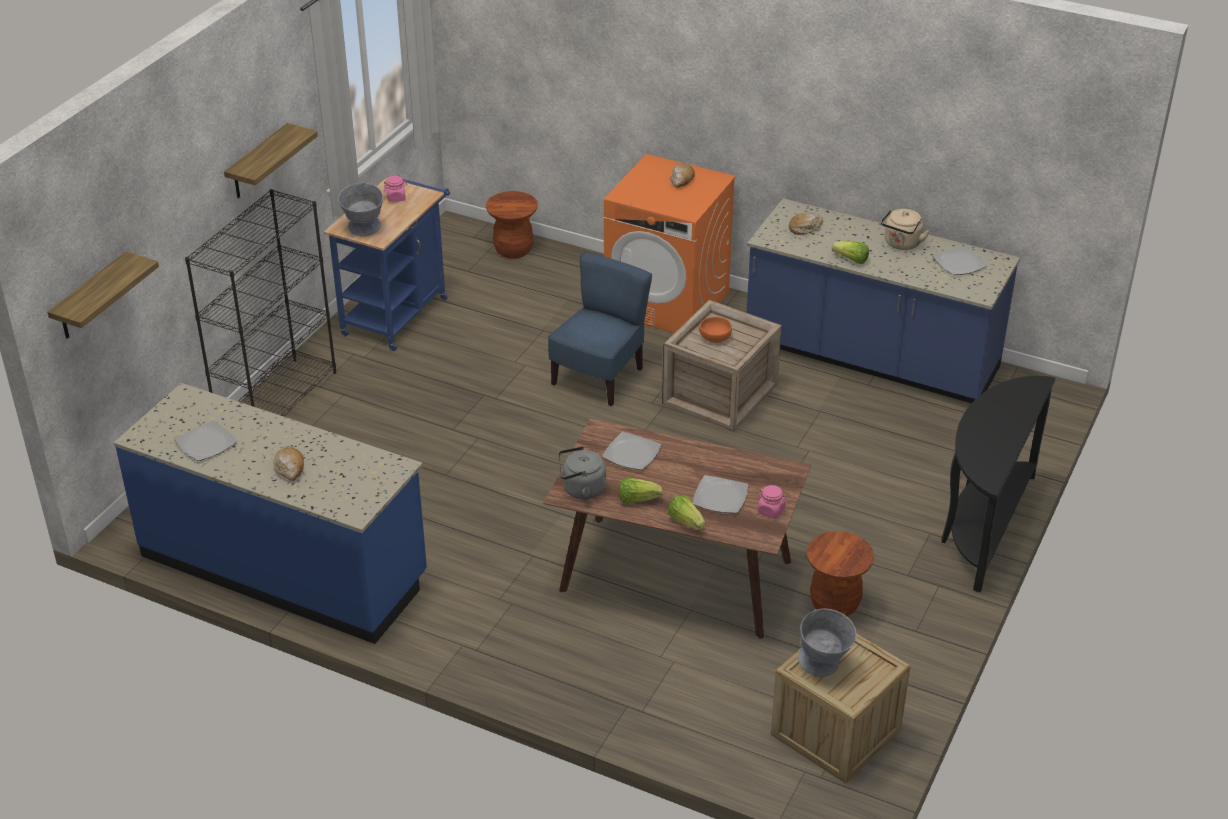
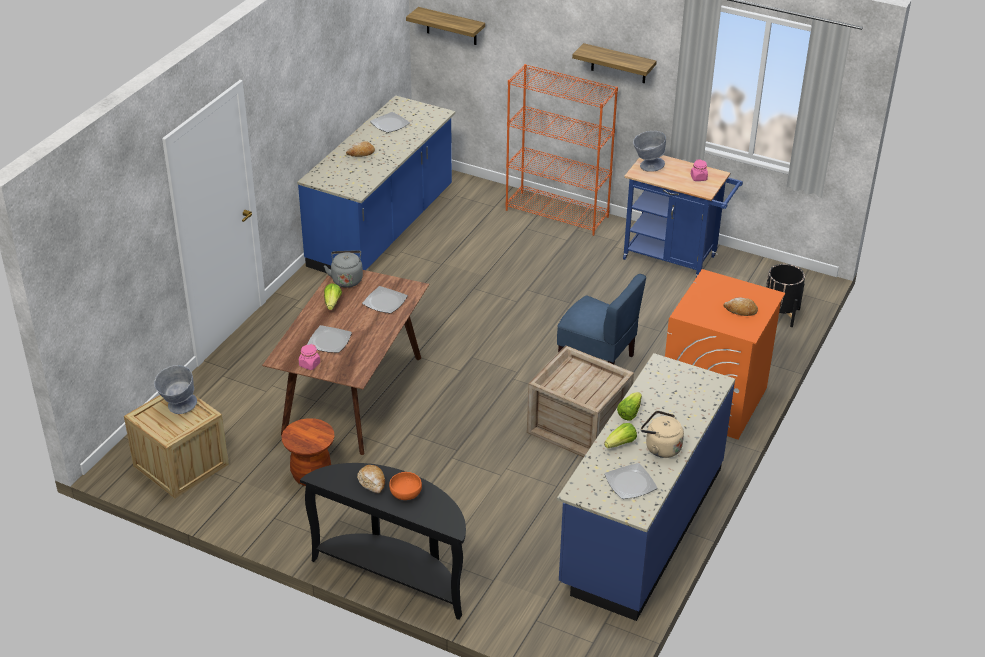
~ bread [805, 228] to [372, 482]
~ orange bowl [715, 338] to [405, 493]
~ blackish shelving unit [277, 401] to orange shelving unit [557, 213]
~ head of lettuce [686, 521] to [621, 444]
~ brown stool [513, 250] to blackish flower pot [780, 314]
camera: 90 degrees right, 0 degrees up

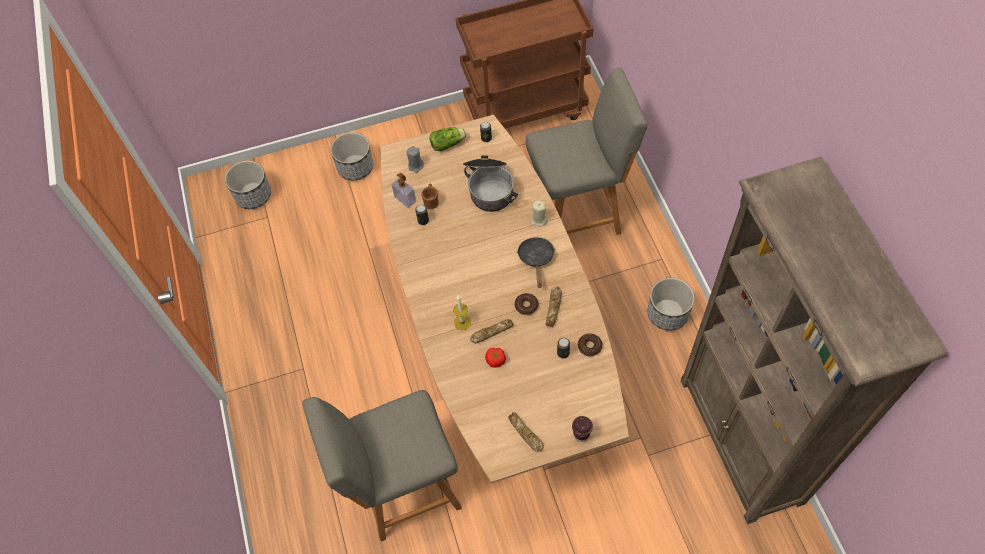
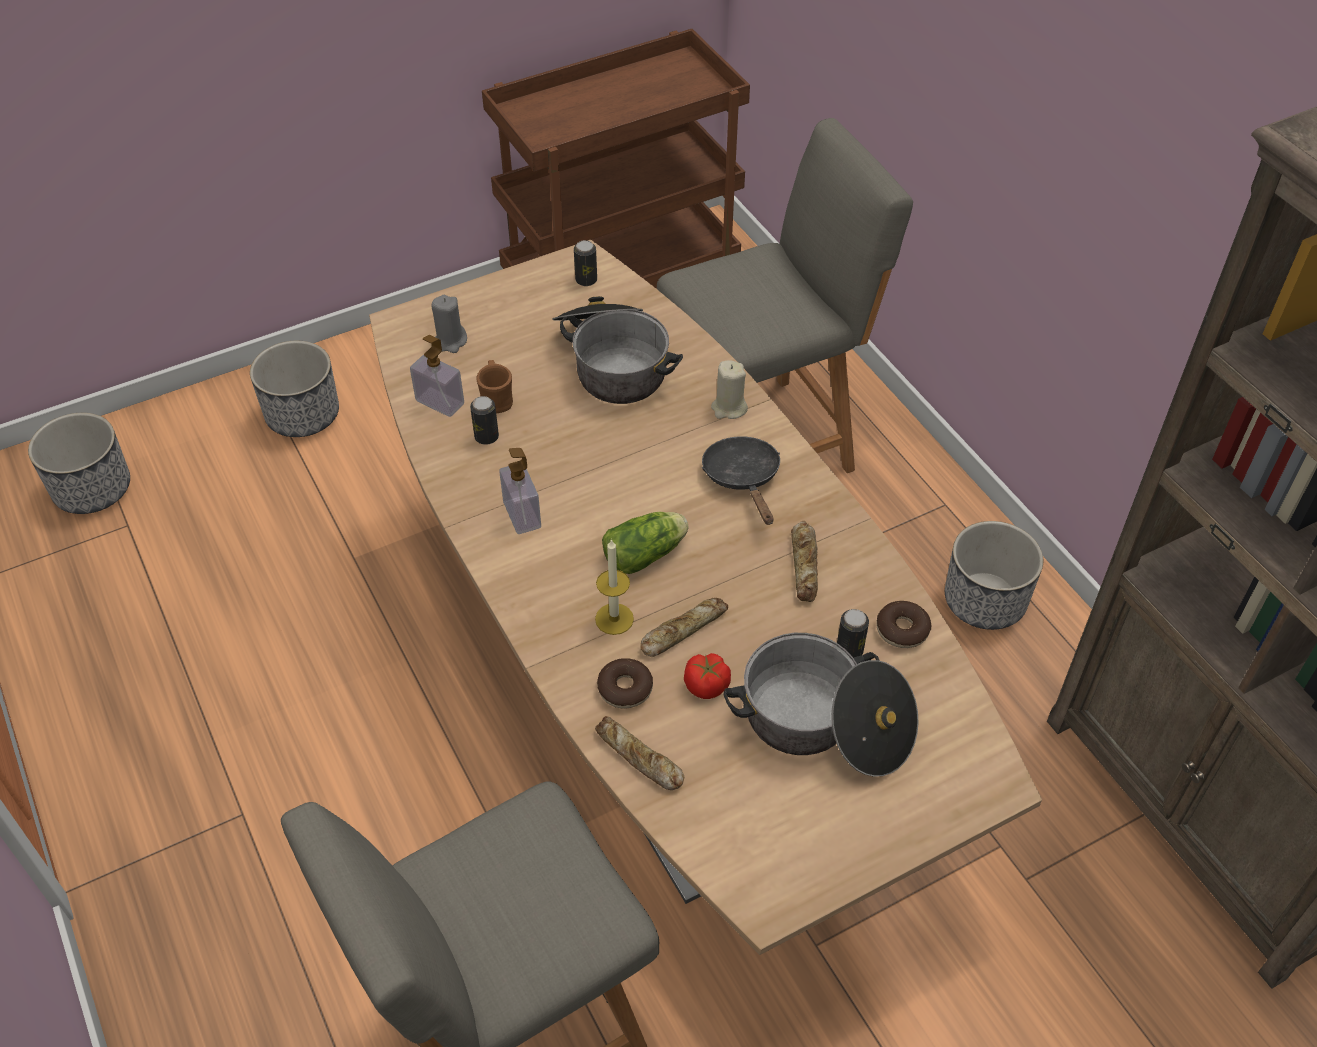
+ liquid soap bottle [522, 515]
~ bread [525, 434] to [639, 759]
~ ring doughnut [526, 306] to [625, 688]
~ head of lettuce [449, 144] to [647, 554]
+ stockpot [824, 724]
- brown small cup [581, 435]
camera: 15 degrees left, 10 degrees down

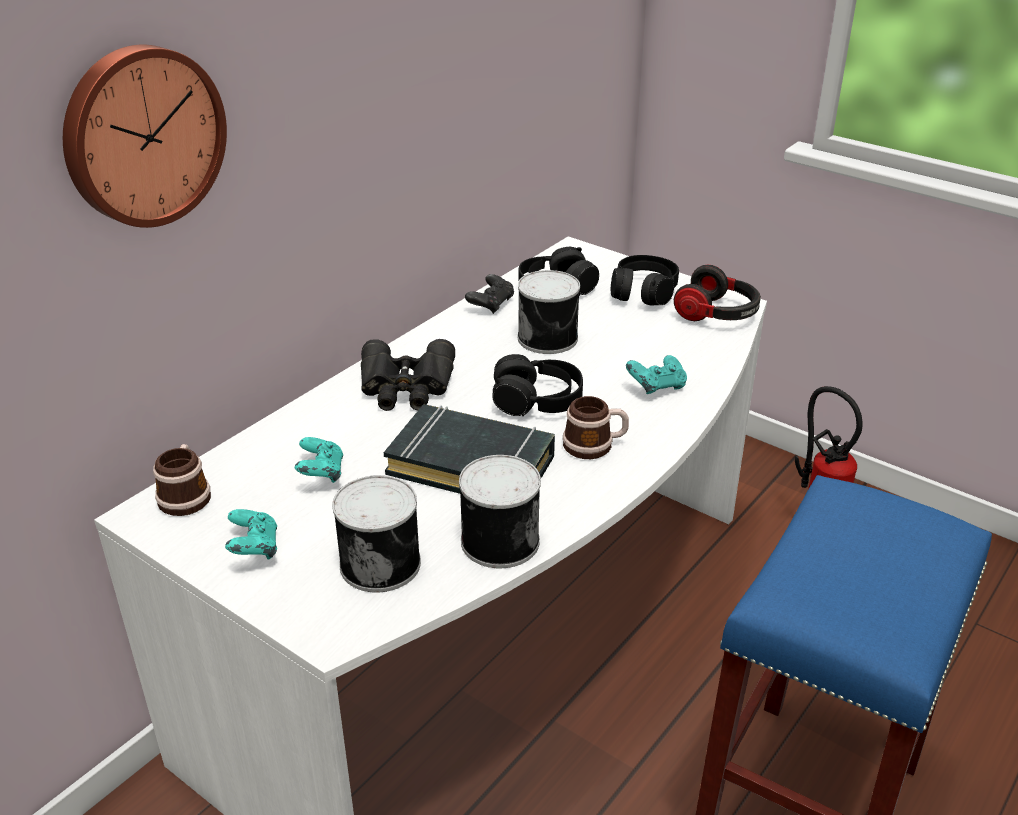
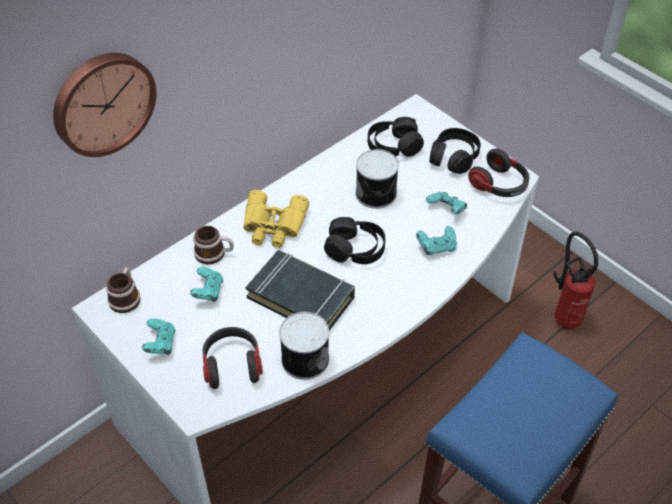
~ coffee mug [595, 445] to [214, 254]
~ sealed can [381, 562] to headphones [232, 364]
~ blackish pair of binoculars [406, 387] to yellowish pair of binoculars [273, 226]
+ blue-green game controller [446, 210]
- blackish game controller [491, 304]
camera: 10 degrees right, 15 degrees up

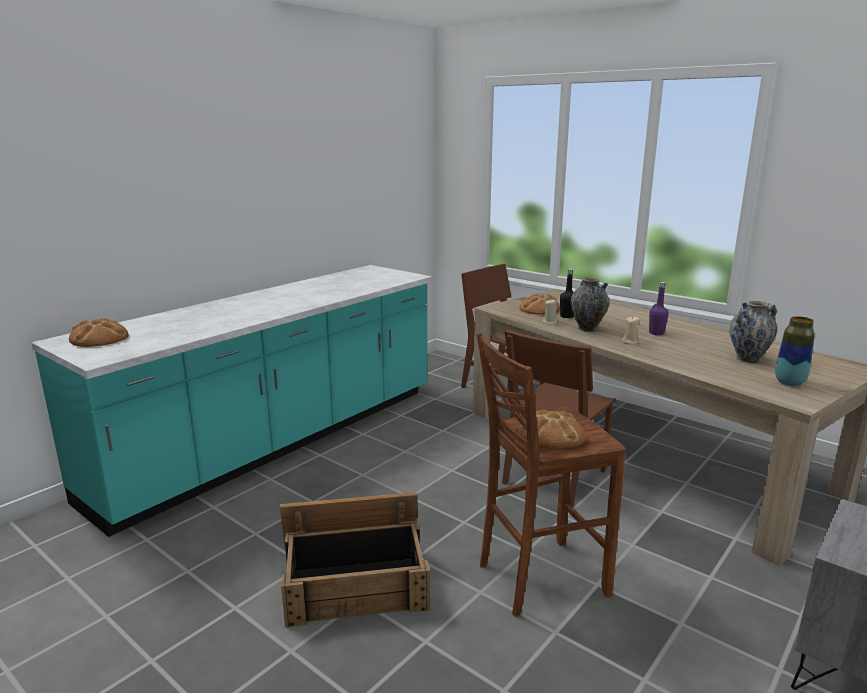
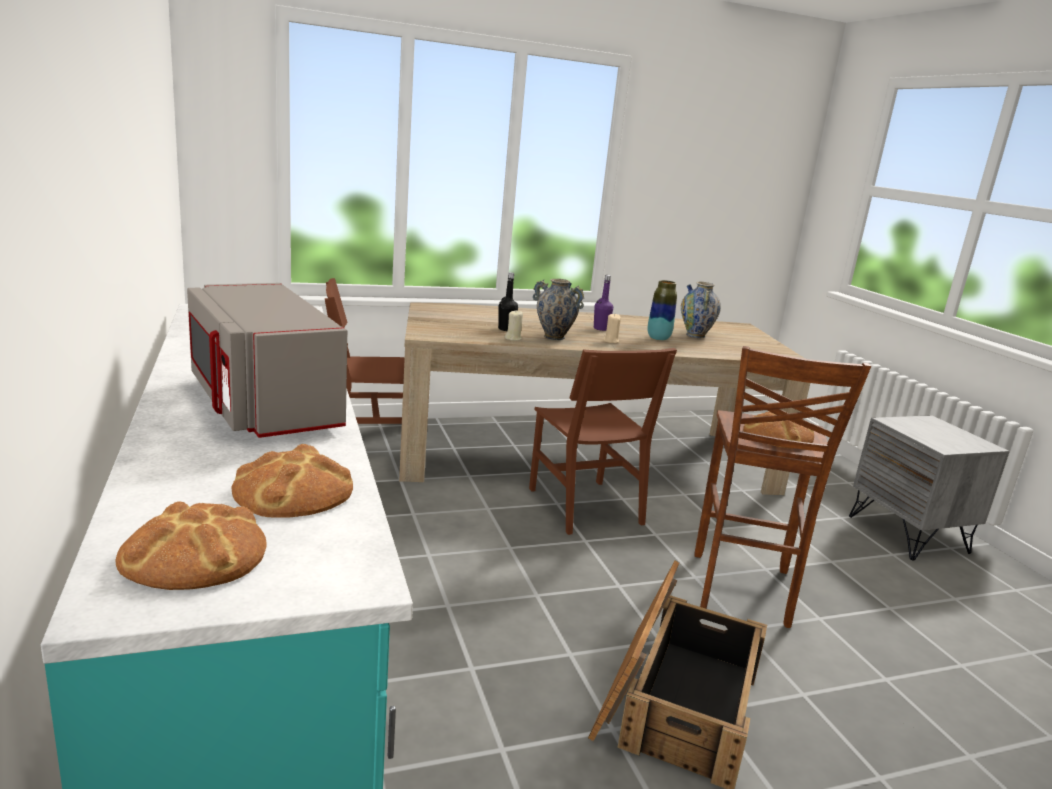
+ gray microwave oven [261, 404]
~ bread [540, 309] to [294, 490]
~ decorative vase [789, 383] to [658, 338]
camera: 60 degrees left, 0 degrees up

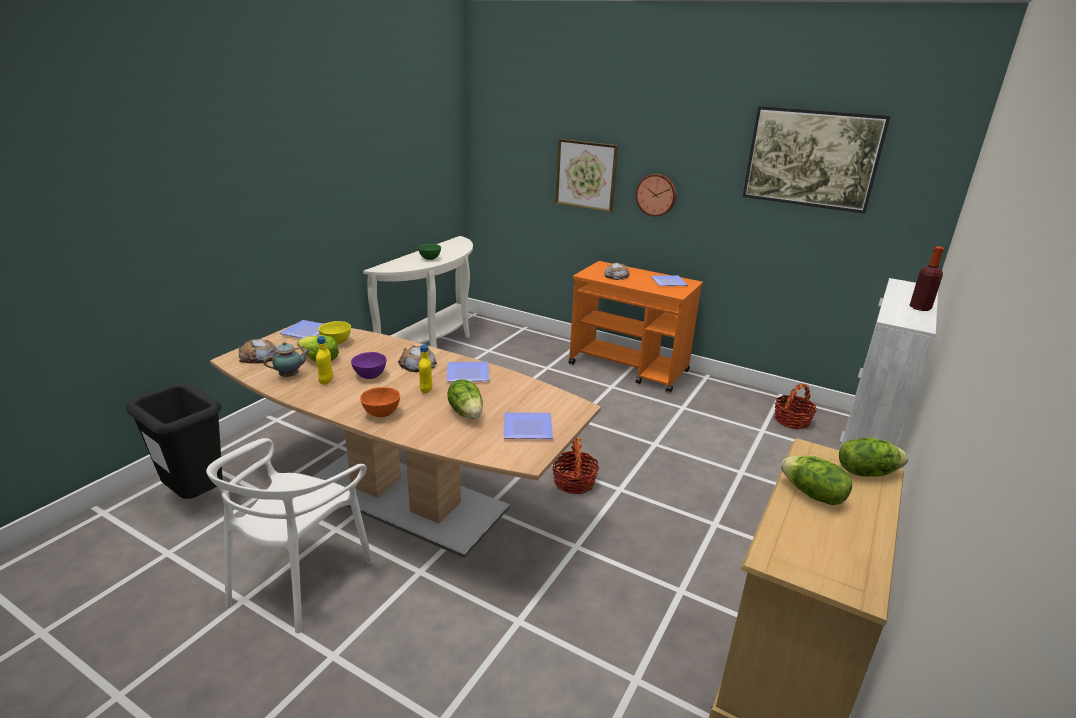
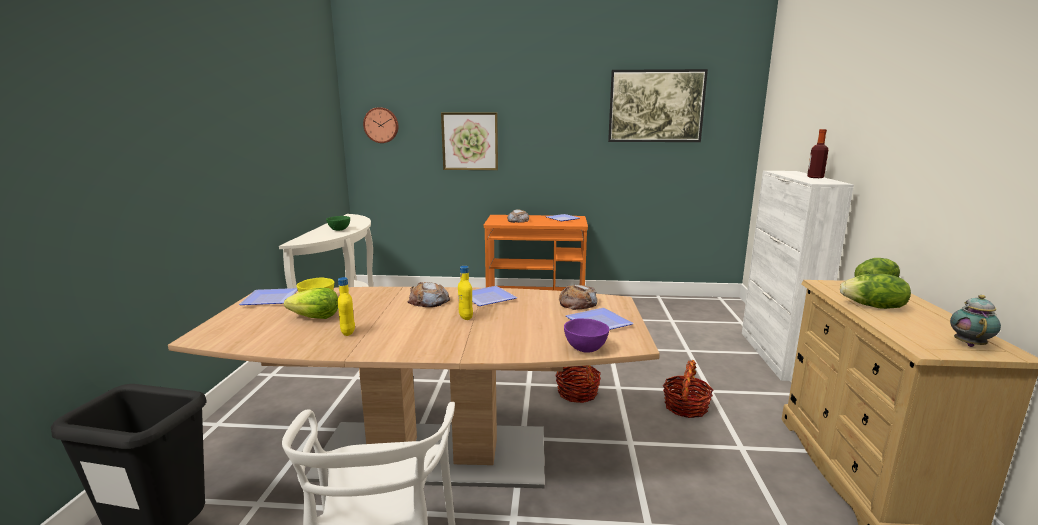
~ clock on the wall [656, 194] to [381, 125]
~ bread [259, 356] to [577, 303]
~ purple-coloured bowl [370, 375] to [585, 349]
~ household basket [792, 420] to [686, 407]
~ tea pot [291, 376] to [969, 344]
- orange bowl [381, 413]
- head of lettuce [466, 413]
camera: 25 degrees left, 10 degrees down

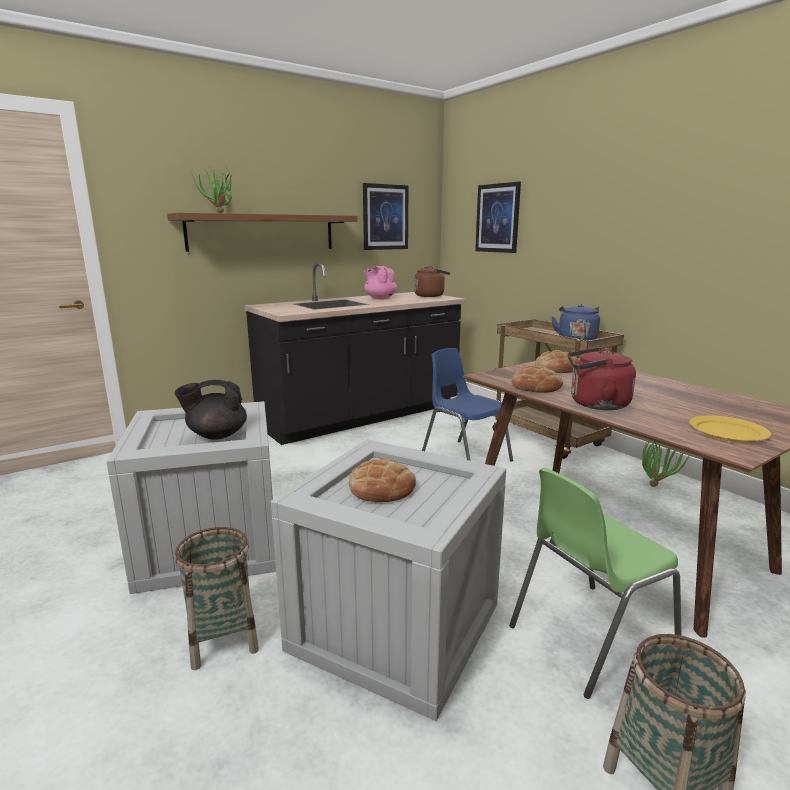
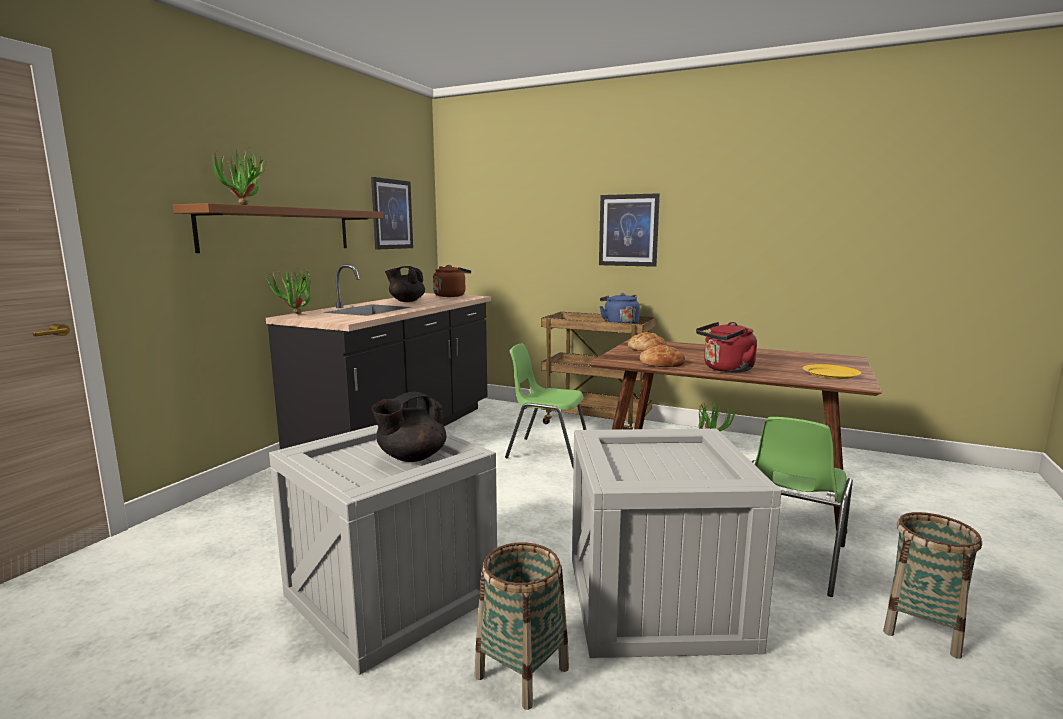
+ plant in a pot [295, 315]
~ pink-coloured tea pot [380, 298] to blackish tea pot [406, 301]
~ blue-coloured plain chair [464, 458] to green-coloured plain chair [547, 452]
~ wall art [497, 218] to [628, 230]
- bread [382, 488]
camera: 30 degrees left, 5 degrees down

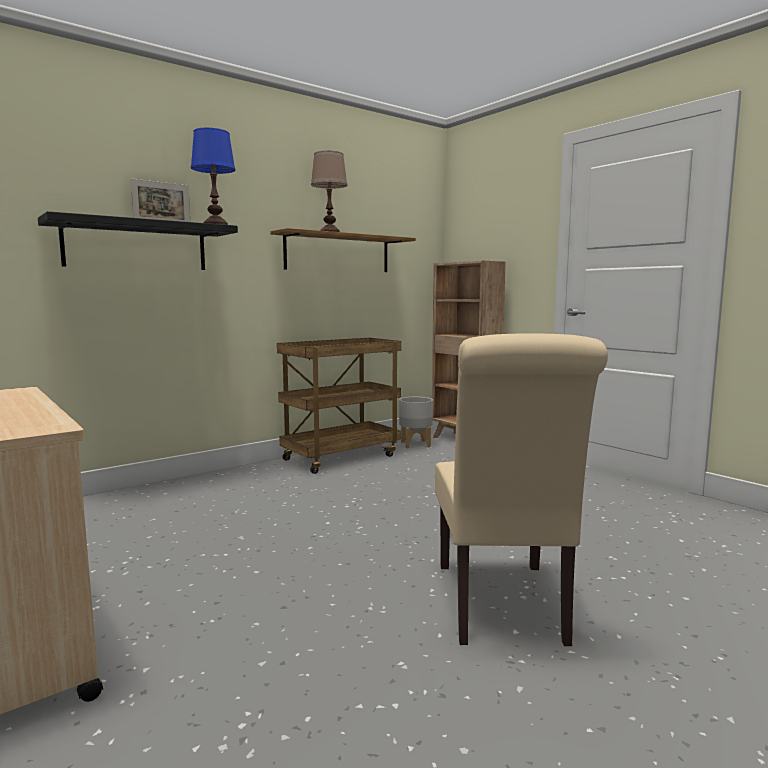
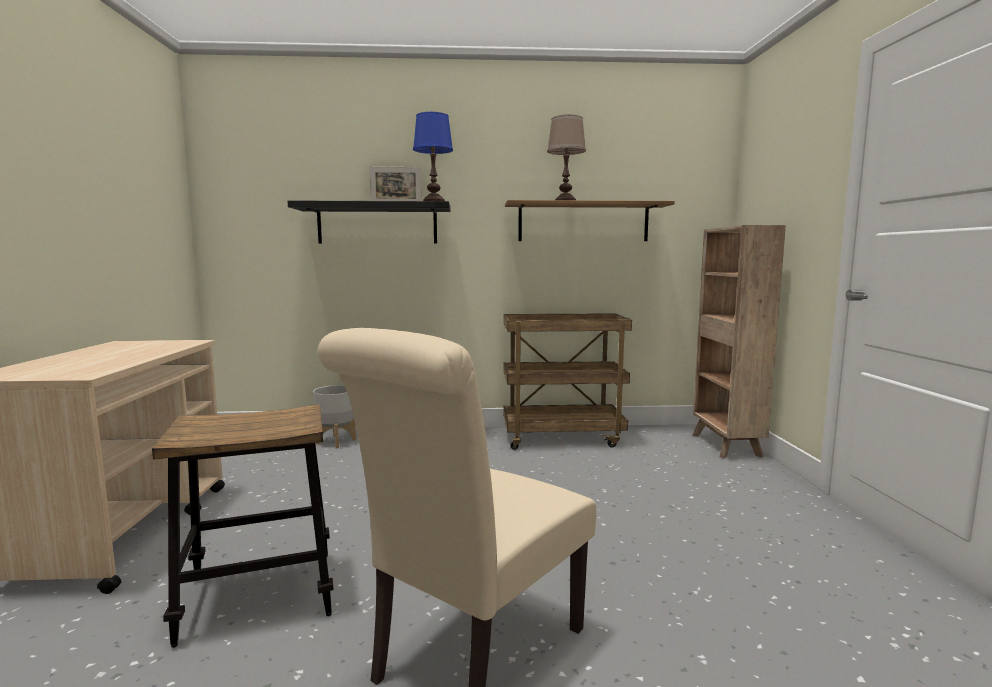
+ stool [259, 595]
~ gray flower pot [416, 444] to [336, 441]
camera: 35 degrees right, 0 degrees up

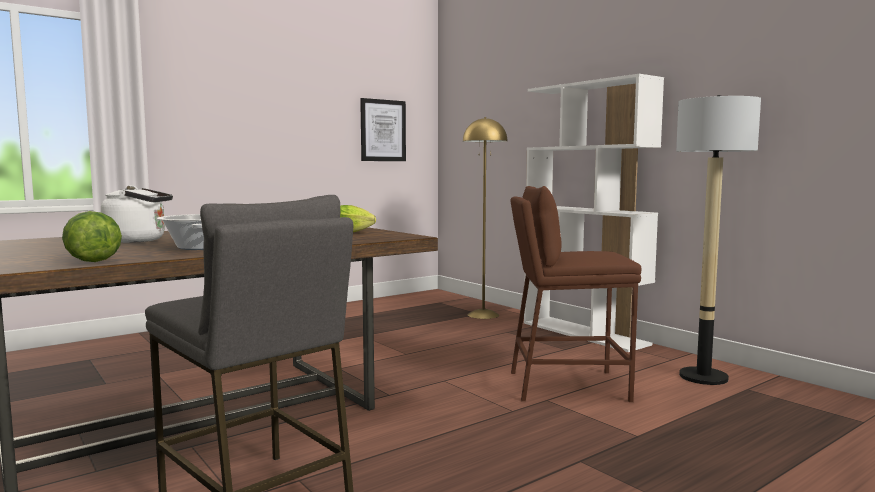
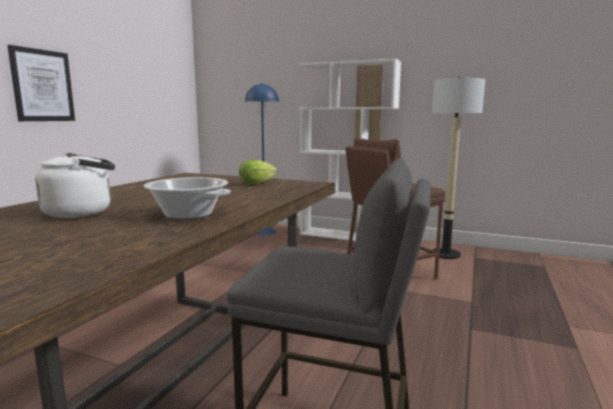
~ wall art [383, 130] to [43, 85]
~ yellowish standard lamp [483, 315] to blue-coloured standard lamp [264, 232]
- head of lettuce [93, 261]
camera: 30 degrees left, 5 degrees up

